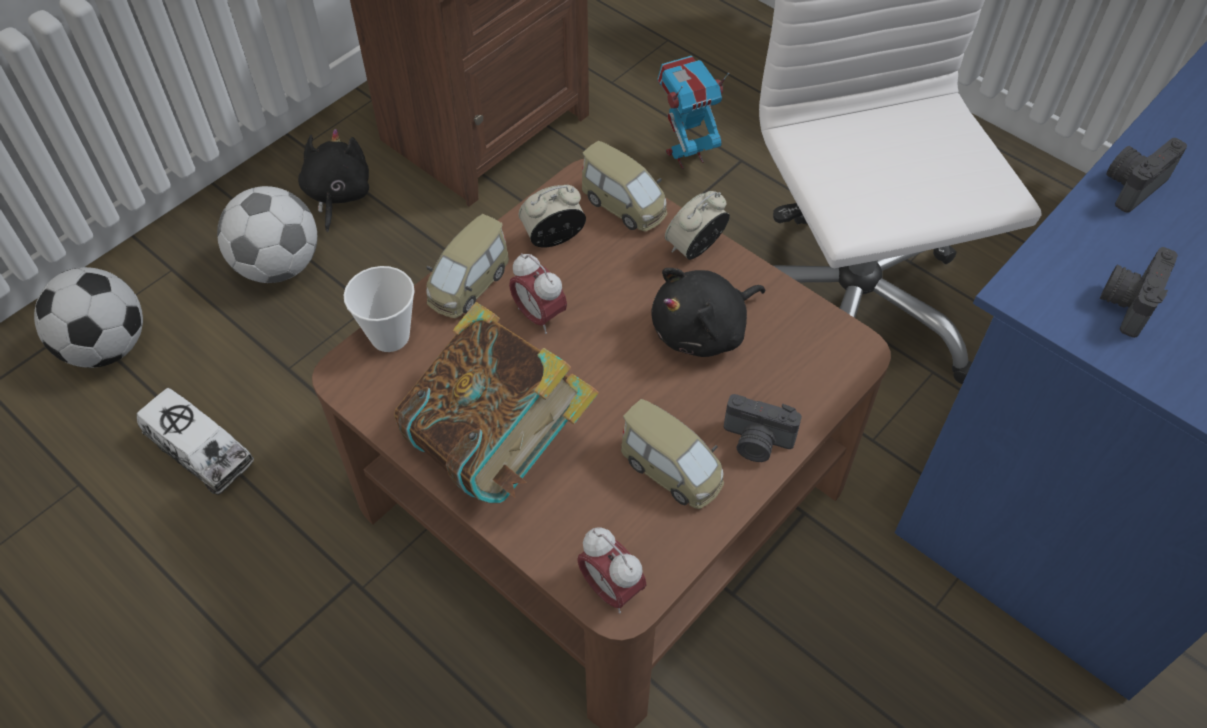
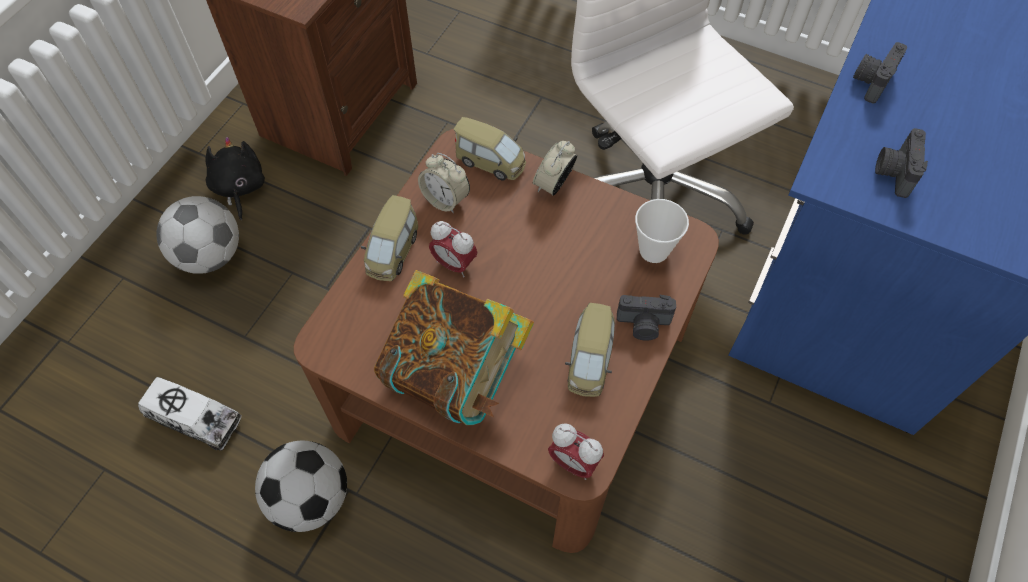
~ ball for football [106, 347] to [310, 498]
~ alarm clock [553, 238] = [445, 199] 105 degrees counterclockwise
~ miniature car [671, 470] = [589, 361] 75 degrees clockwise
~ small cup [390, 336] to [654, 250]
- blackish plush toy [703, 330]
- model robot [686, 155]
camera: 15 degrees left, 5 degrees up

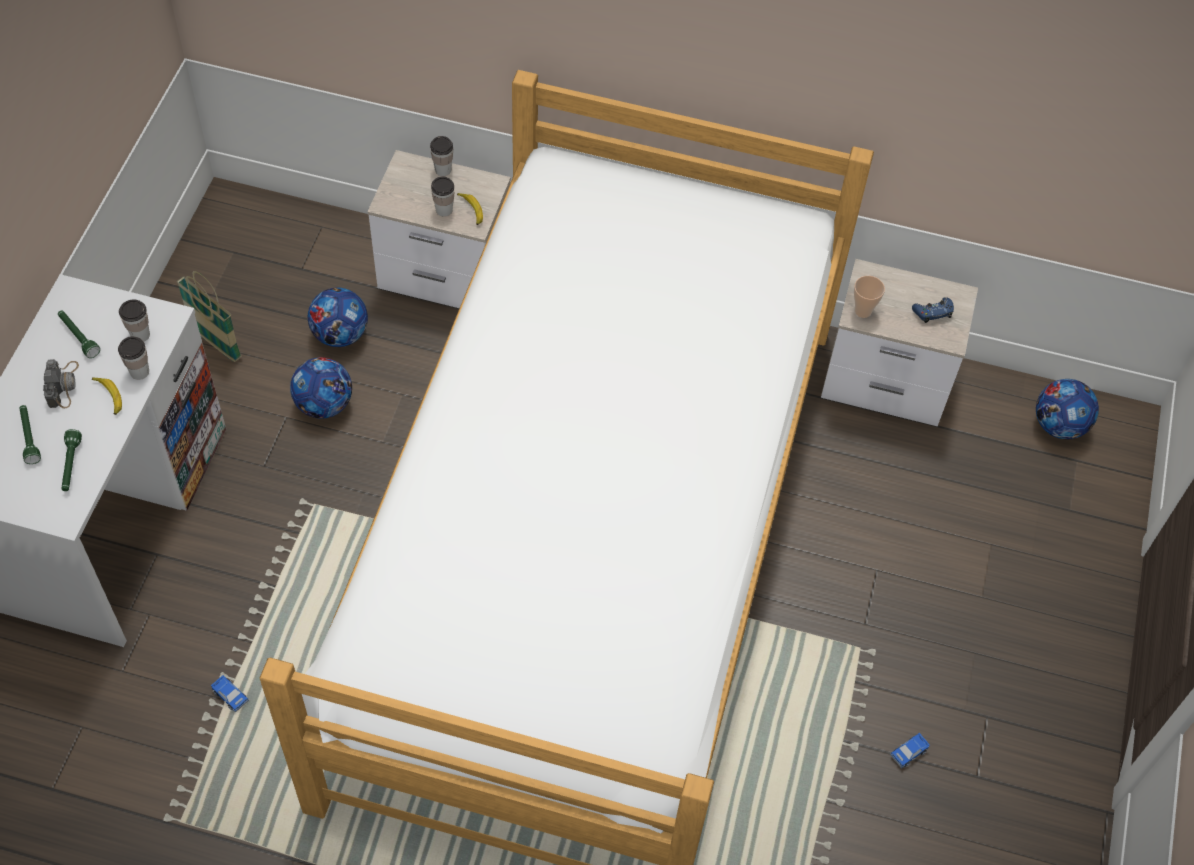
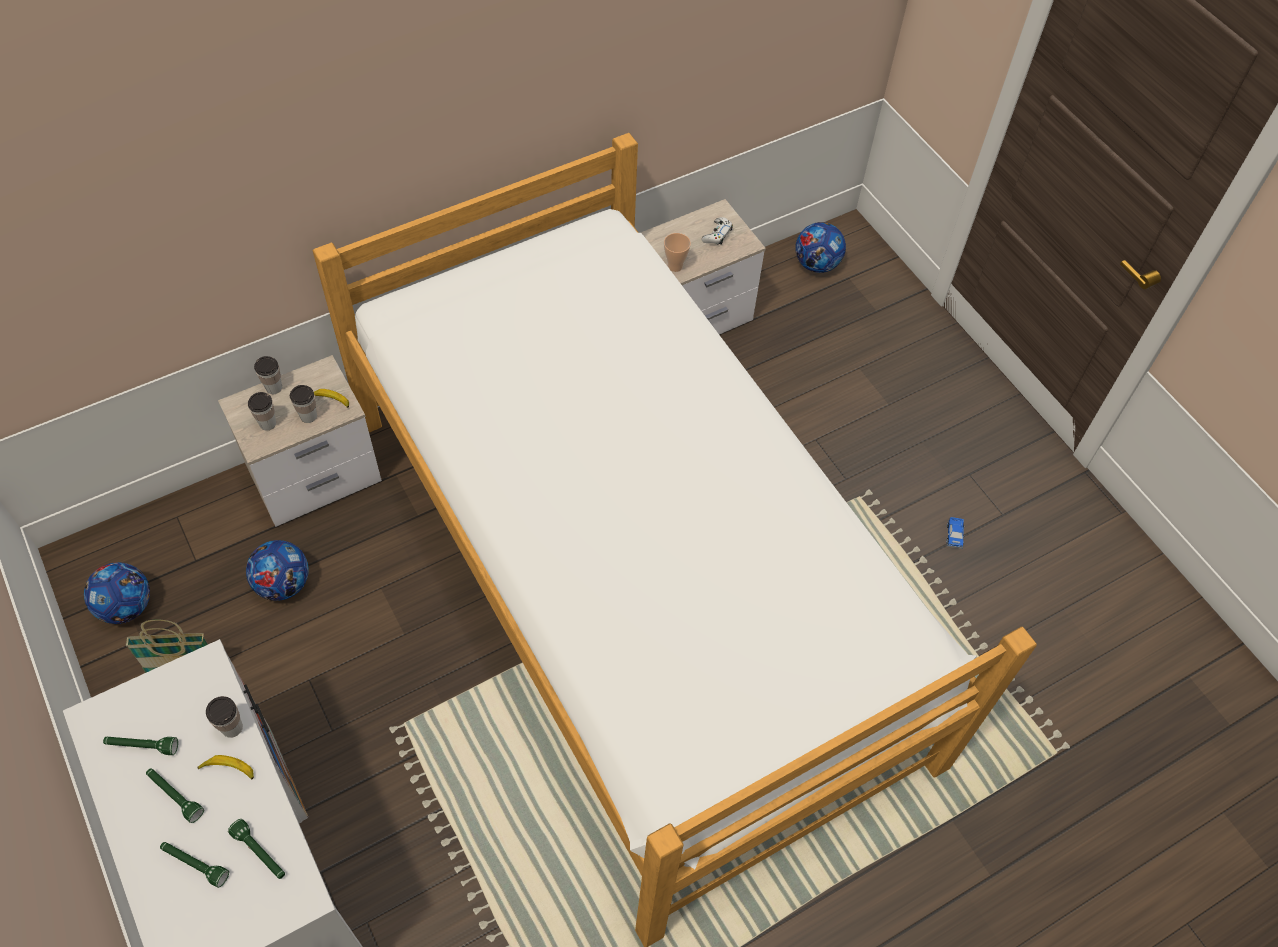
~ ball for football [324, 404] to [126, 606]
~ still camera [63, 385] to green-coloured flashlight [175, 796]
~ small cup [140, 335] to [268, 423]
~ blue-coloured game controller [933, 312] to whitish game controller [717, 235]
- miniature car [230, 696]
camera: 45 degrees left, 0 degrees up

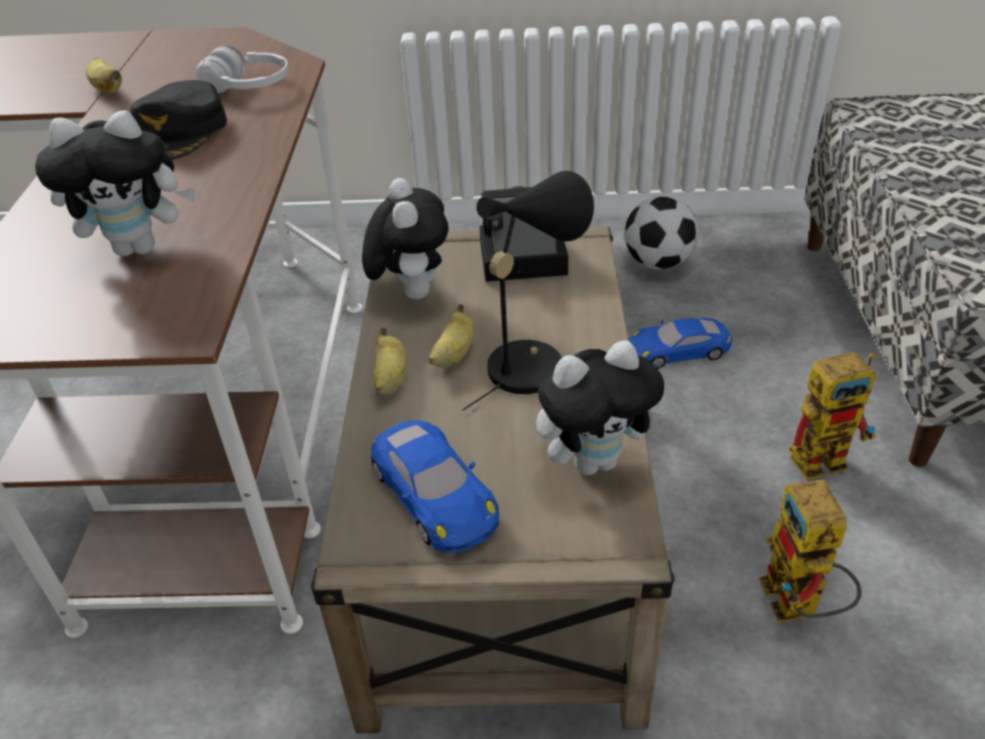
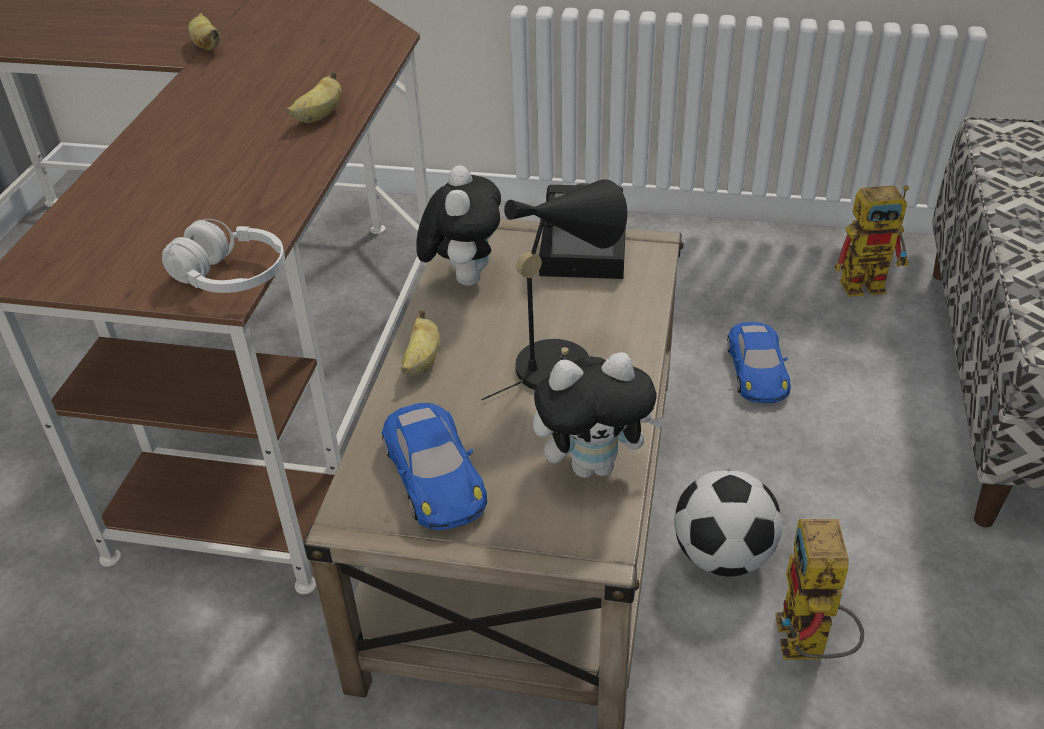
~ whitish headphones [248, 87] to [231, 277]
~ banana [453, 355] to [319, 116]
~ ball for football [658, 263] to [723, 556]
~ blue-coloured miniature car [678, 350] = [756, 369] 90 degrees counterclockwise
~ model robot [826, 456] to [870, 283]
- plush toy [141, 247]
- blackish baseball cap [179, 132]
camera: 10 degrees right, 0 degrees up

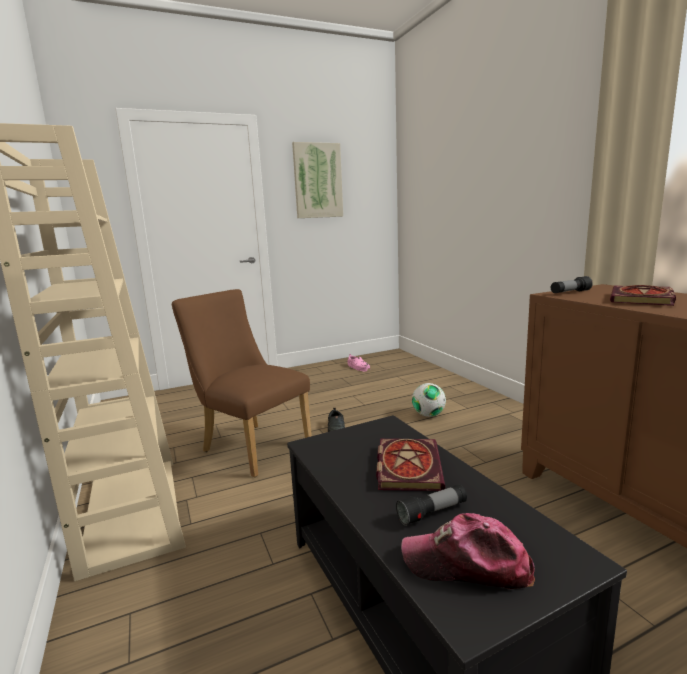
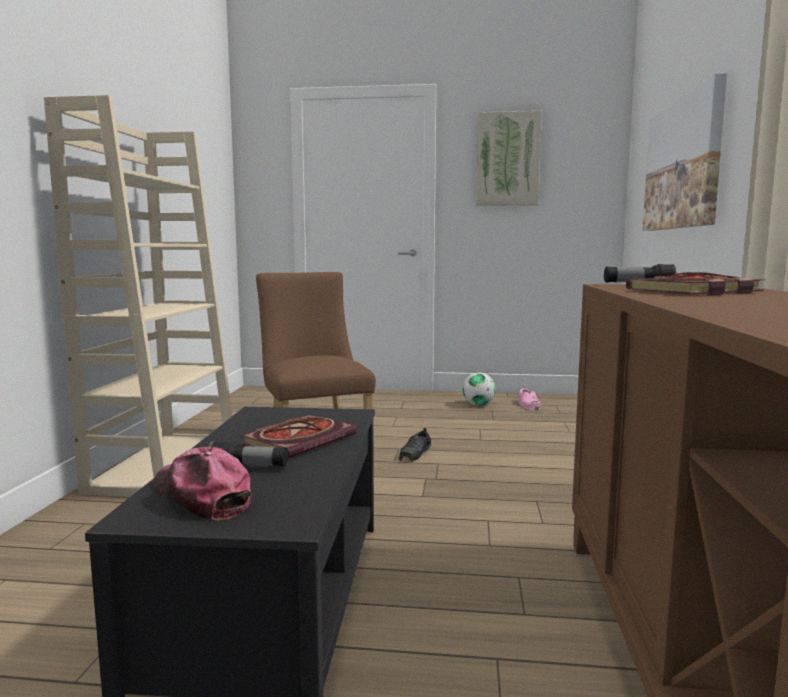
~ ball for football [428, 415] to [478, 405]
+ wall art [683, 164]
camera: 30 degrees right, 5 degrees down

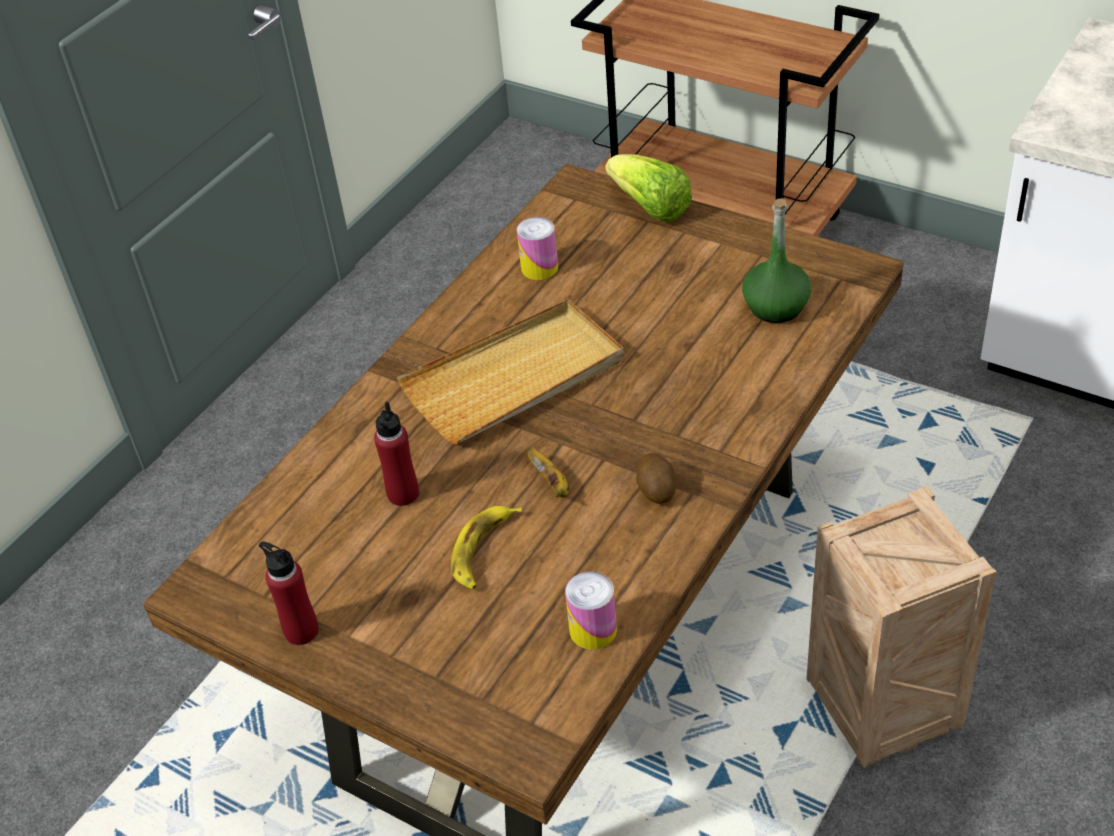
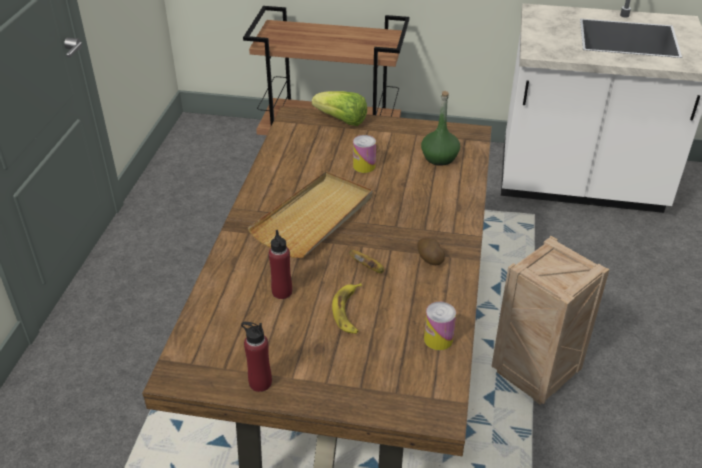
~ sealed can [539, 268] to [364, 166]
camera: 25 degrees left, 5 degrees down

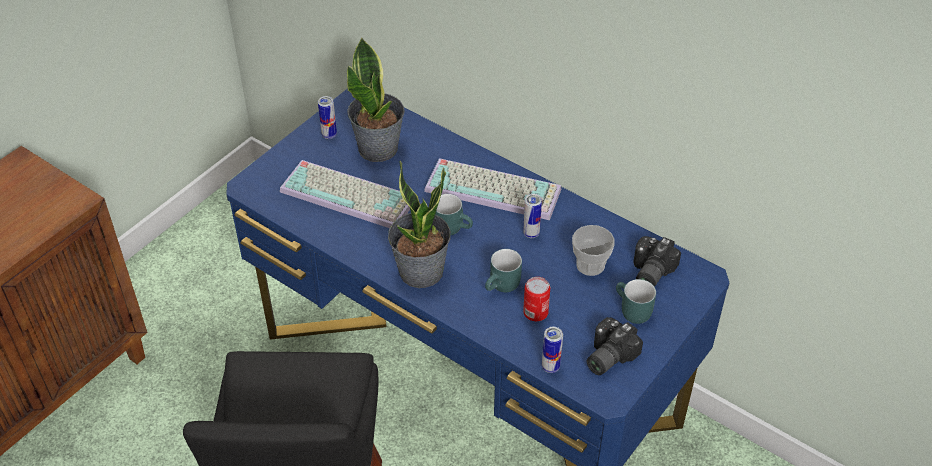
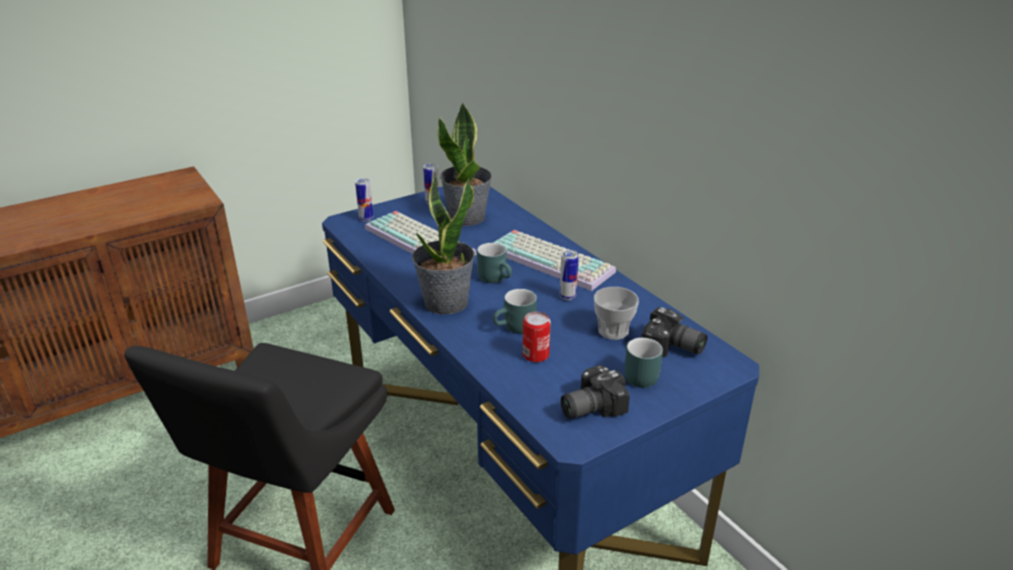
~ sealed can [550, 367] to [366, 219]
~ still camera [648, 272] = [672, 349] 105 degrees counterclockwise
camera: 20 degrees right, 15 degrees down

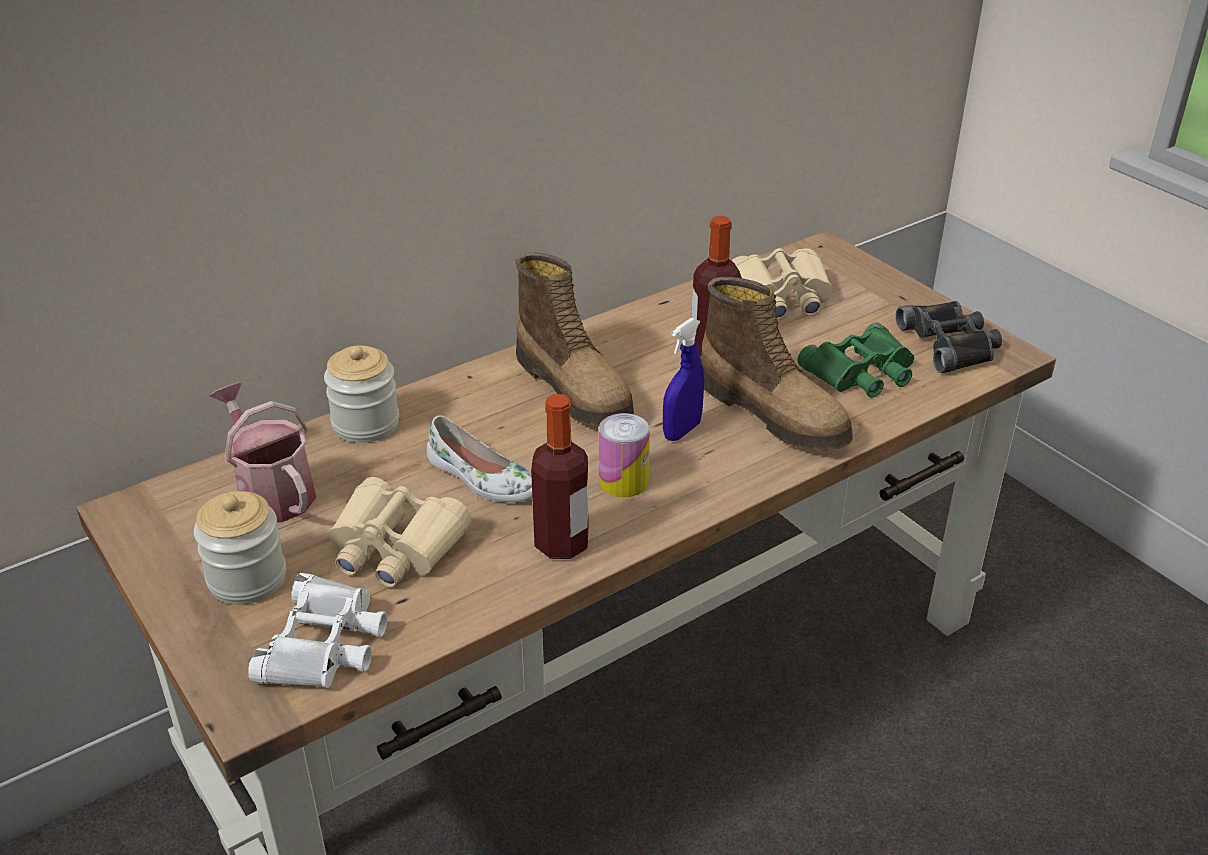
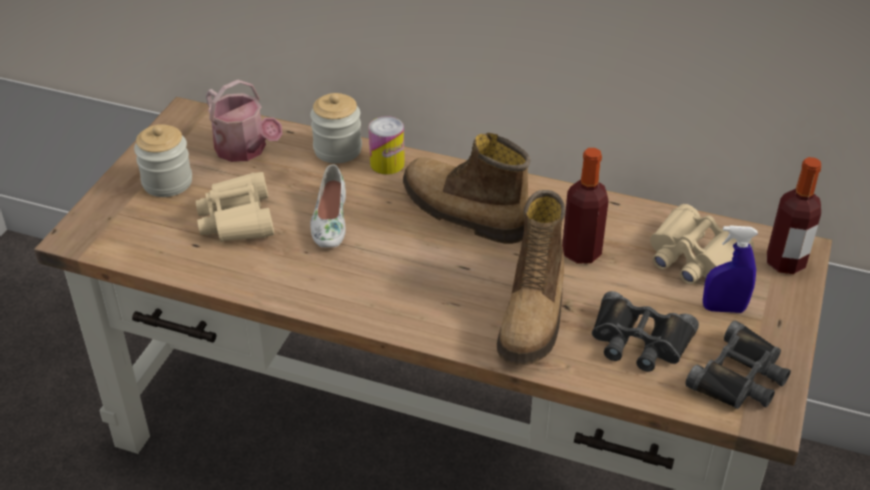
~ watering can [271, 491] = [245, 150] 120 degrees clockwise
~ sealed can [623, 481] to [387, 163]
~ high-top boot [575, 389] = [462, 212] 105 degrees clockwise
~ green-coloured pair of binoculars [862, 372] to blackish pair of binoculars [639, 341]
~ blue-coloured sprayer [682, 431] to [723, 308]
~ beverage bottle [561, 543] to [785, 262]
- whitish pair of binoculars [325, 643]
camera: 55 degrees right, 5 degrees up

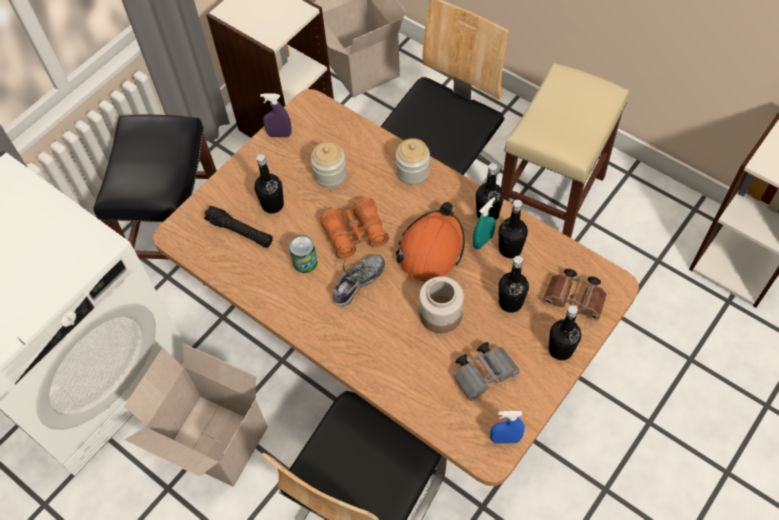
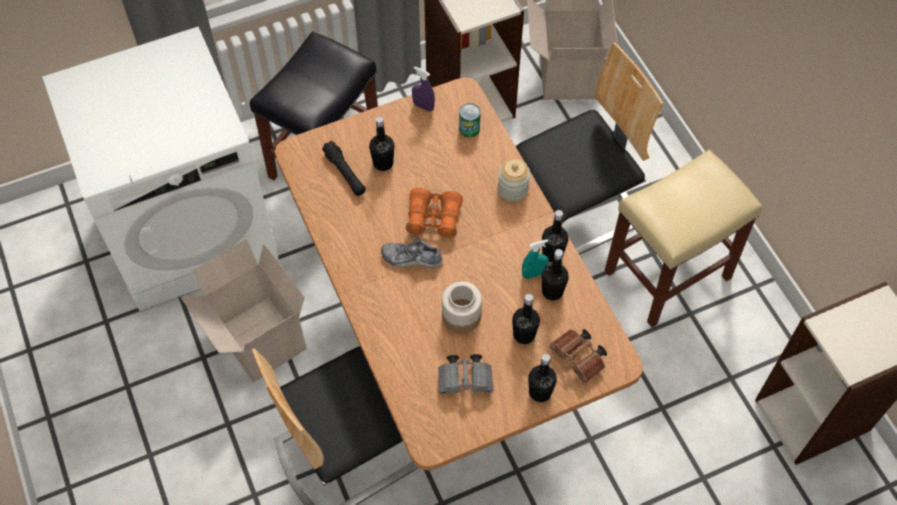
~ low shoe [358, 283] = [411, 258] 150 degrees counterclockwise
~ sealed can [305, 262] to [469, 128]
- jar [330, 175]
- orange safety helmet [431, 249]
- blue-coloured sprayer [505, 439]
camera: 25 degrees right, 0 degrees up

